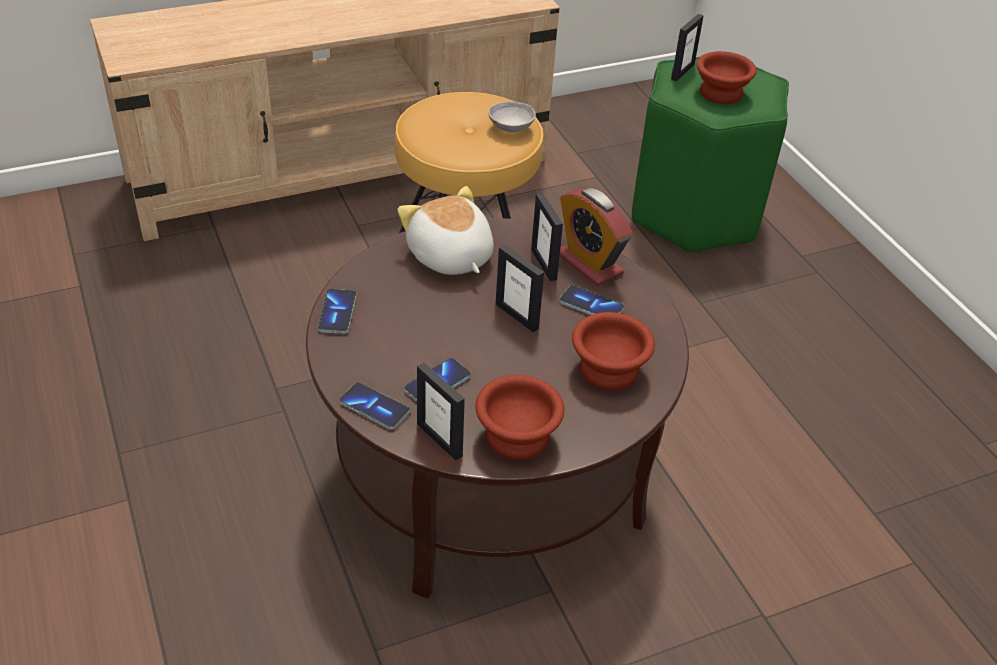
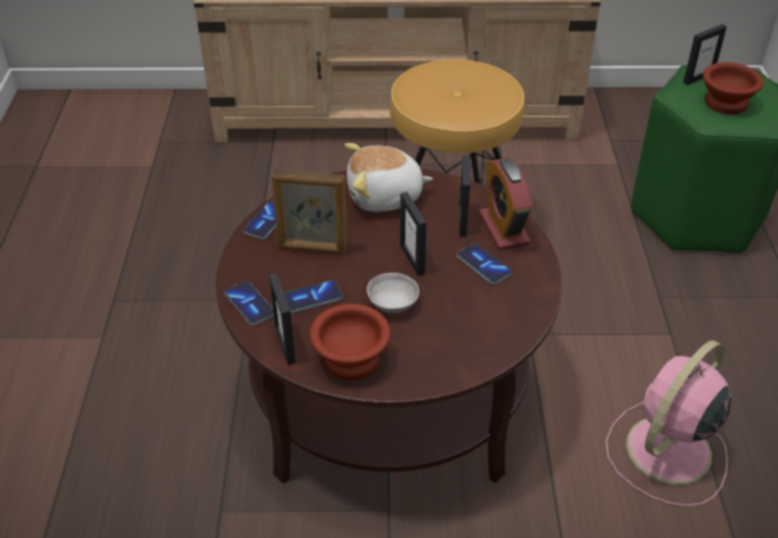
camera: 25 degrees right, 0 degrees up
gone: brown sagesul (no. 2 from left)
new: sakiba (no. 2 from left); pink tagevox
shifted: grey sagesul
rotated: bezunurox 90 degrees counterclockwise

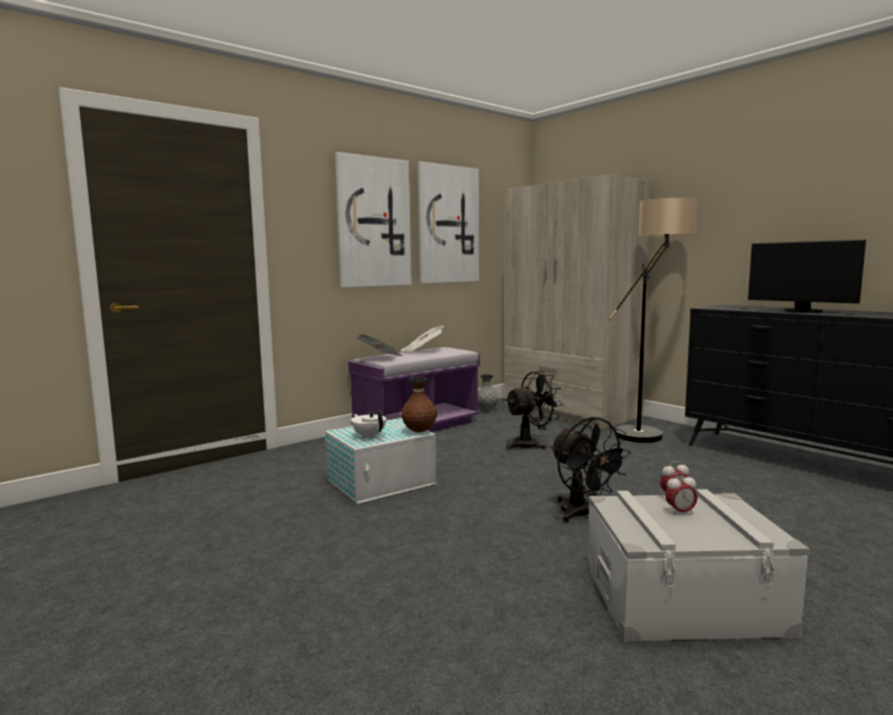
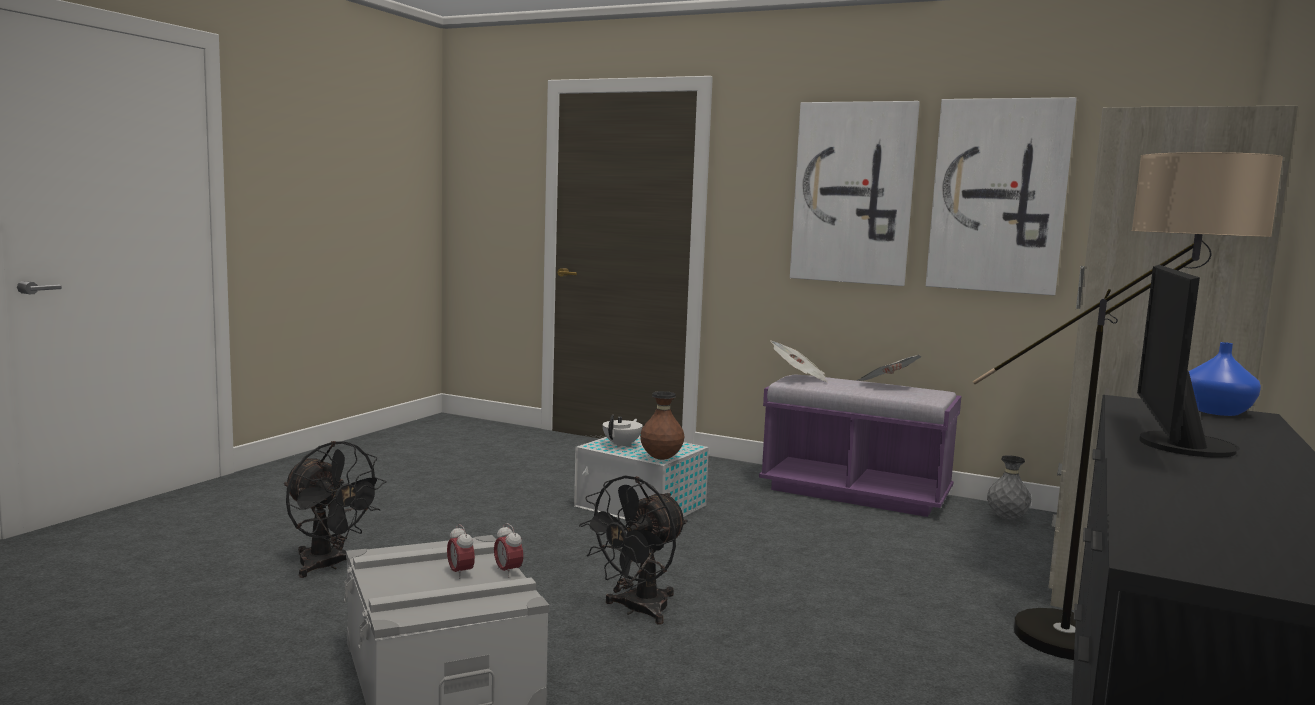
camera: 65 degrees right, 0 degrees up
new: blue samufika
shifted: black tagevox (no. 1 from left)

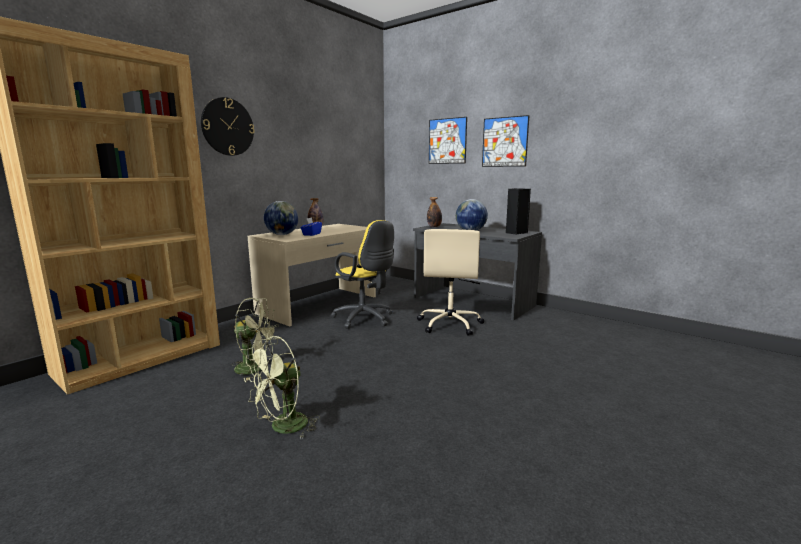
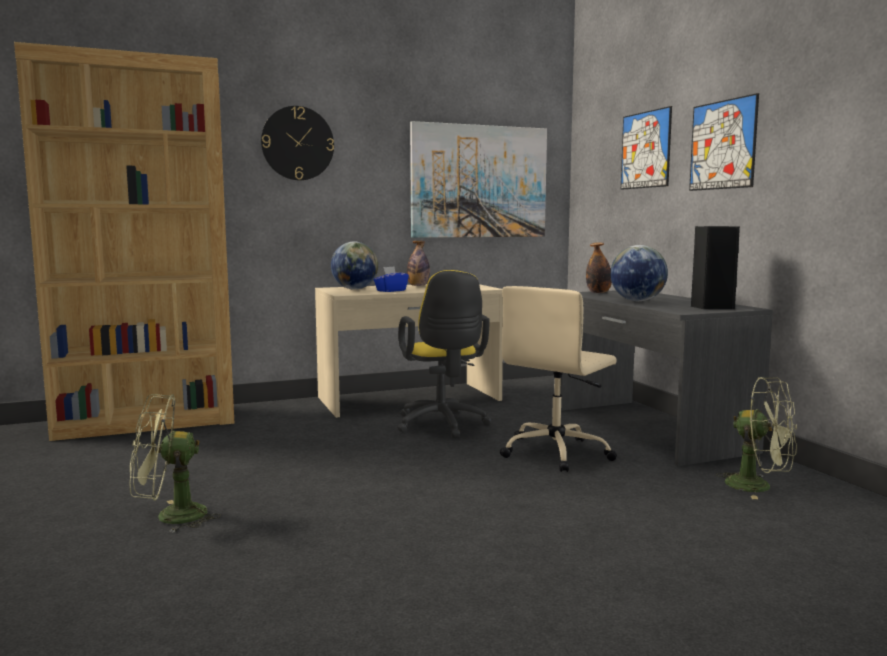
camera: 30 degrees right, 5 degrees down
new: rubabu (no. 1 from left)
shifted: green tagevox (no. 1 from left in the first image) to green tagevox (no. 2 from left)

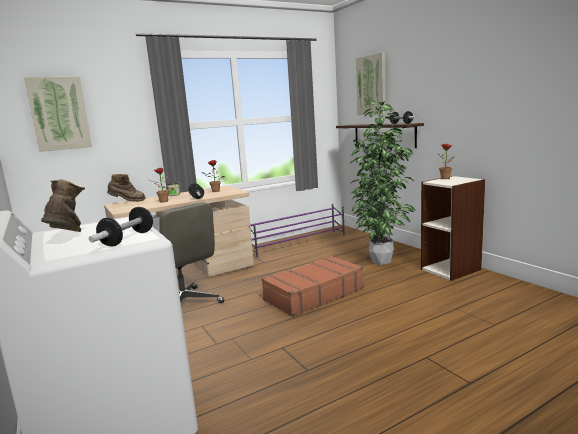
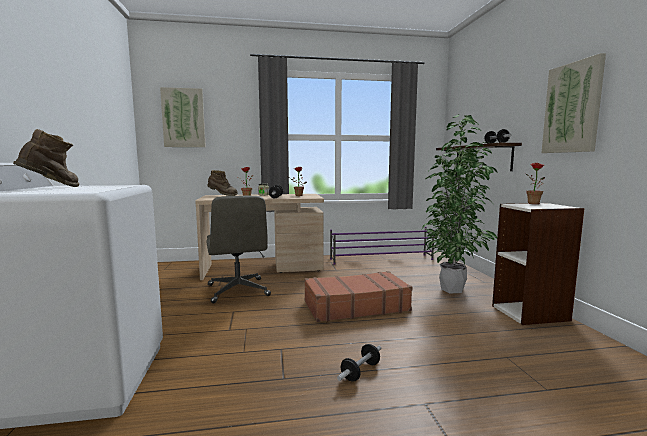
camera: 20 degrees right, 5 degrees down
shifted: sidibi (no. 1 from left in the first image) to sidibi (no. 2 from left); rubabu (no. 2 from left)

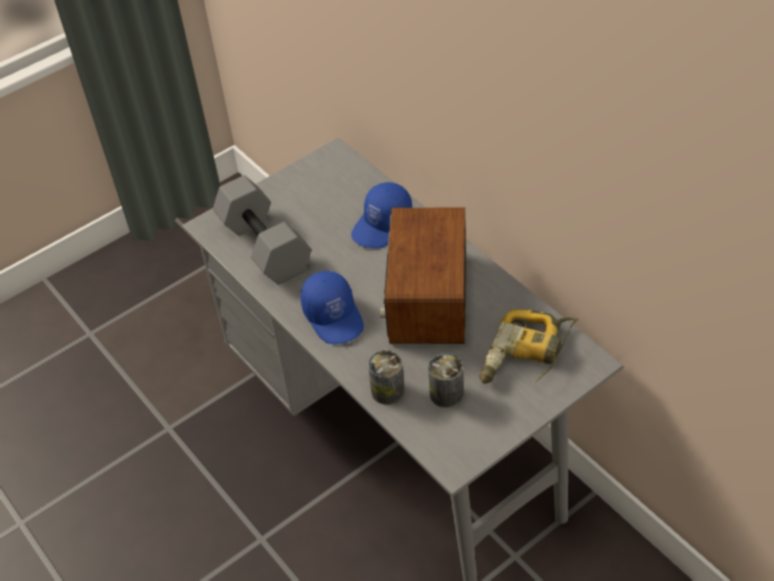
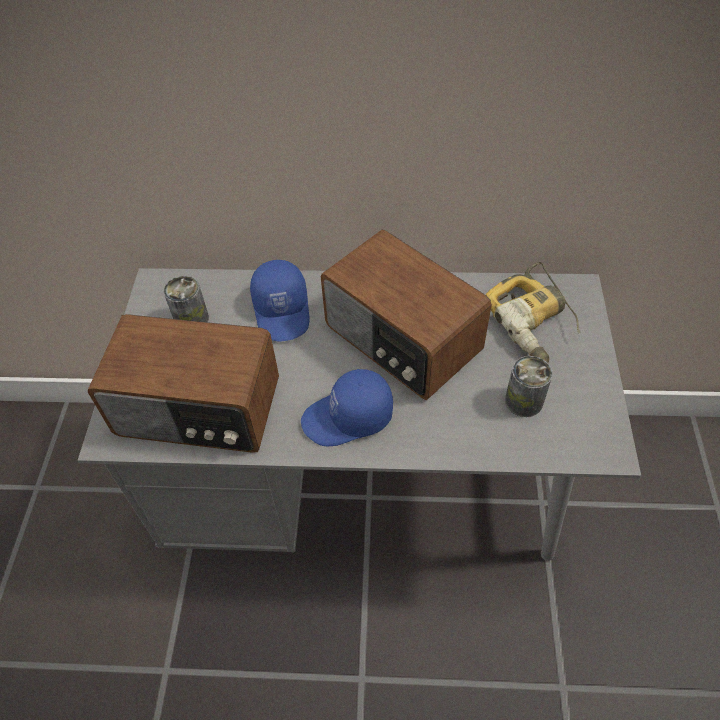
camera: 50 degrees left, 5 degrees up
shifted: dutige (no. 1 from left)
swapped: grey sidibi to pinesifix (no. 1 from left)
rotated: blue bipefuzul (no. 1 from left in the first image) 150 degrees clockwise

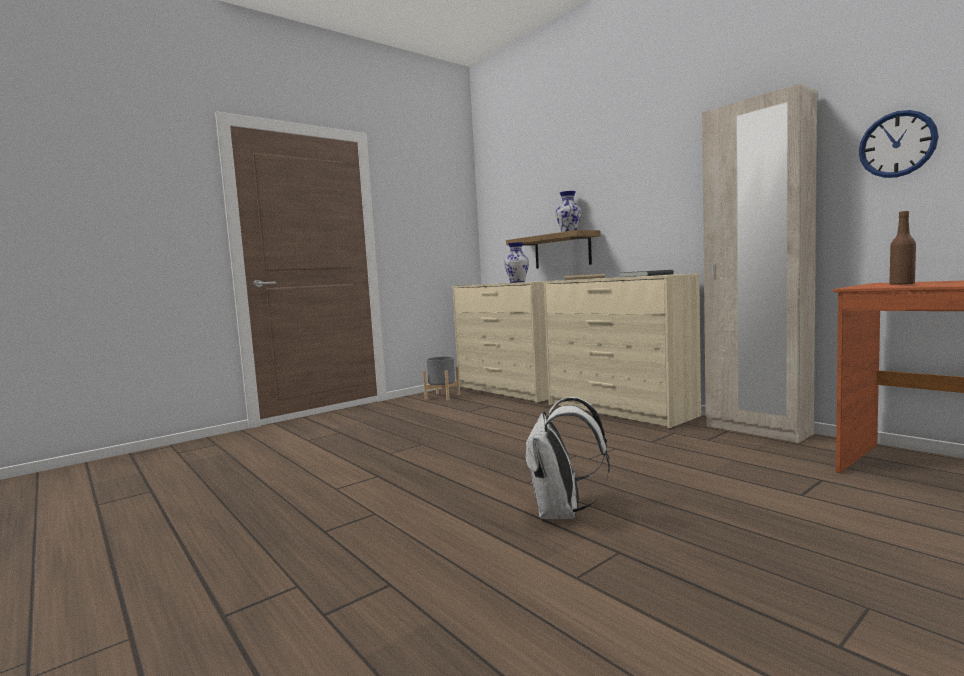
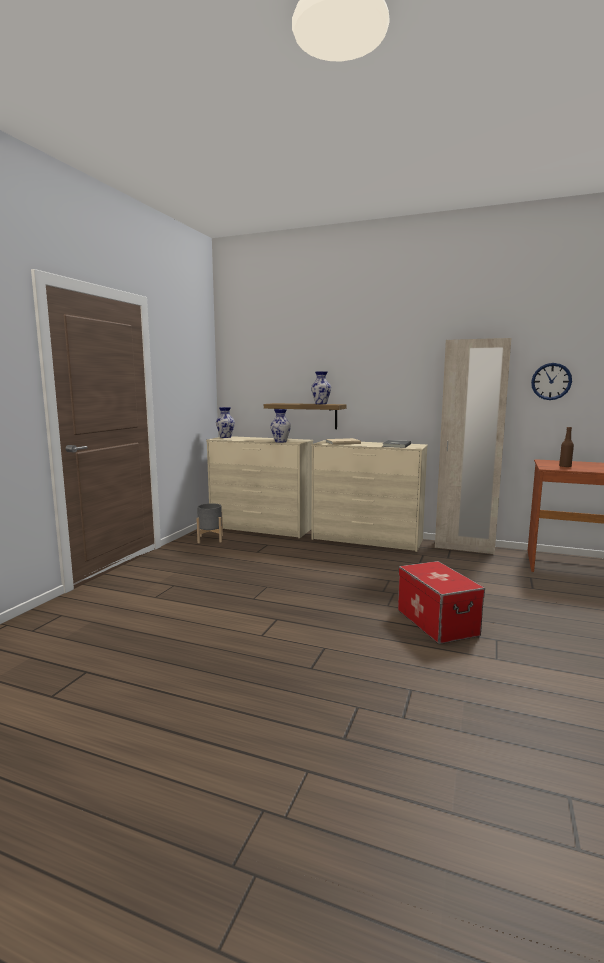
camera: 30 degrees left, 5 degrees up
new: samufika (no. 1 from left)
swapped: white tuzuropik to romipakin

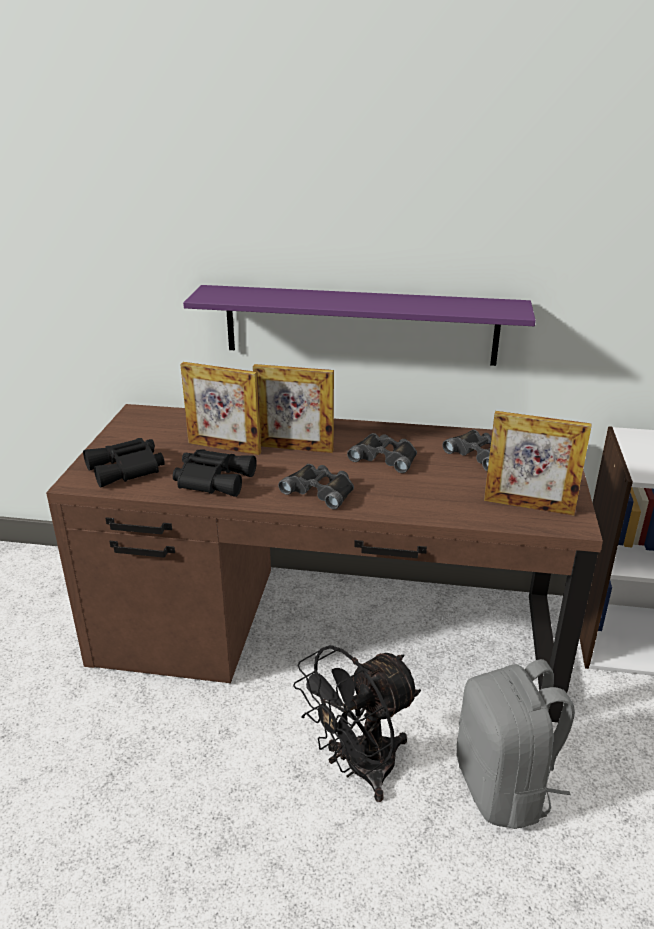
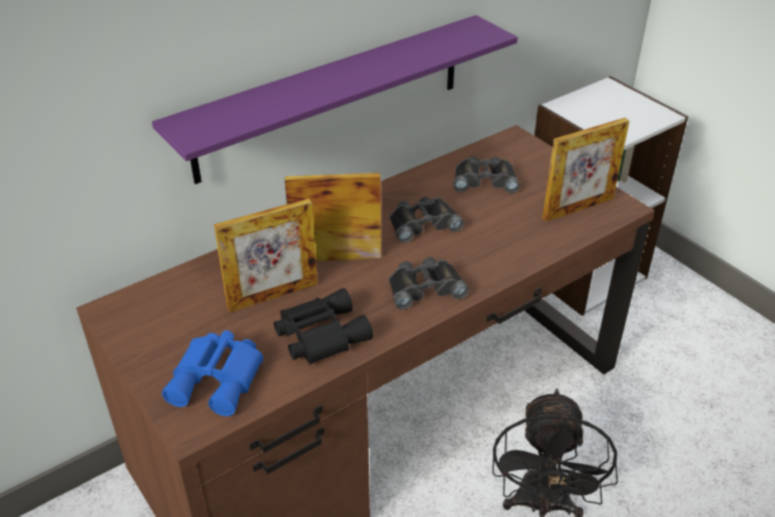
camera: 45 degrees left, 10 degrees up
gone: grey tuzuropik
repainted: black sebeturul (no. 1 from left) to blue sebeturul
rotated: sakiba (no. 2 from left) 150 degrees counterclockwise

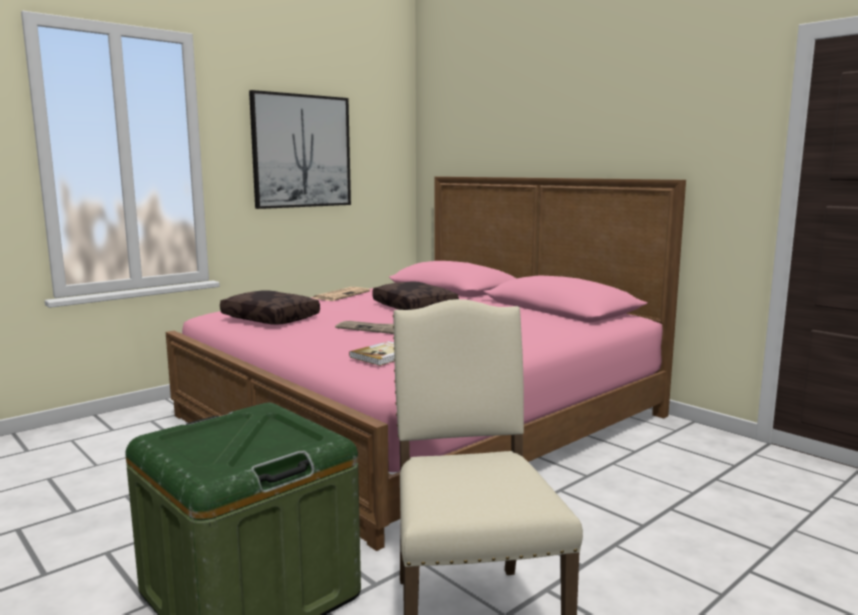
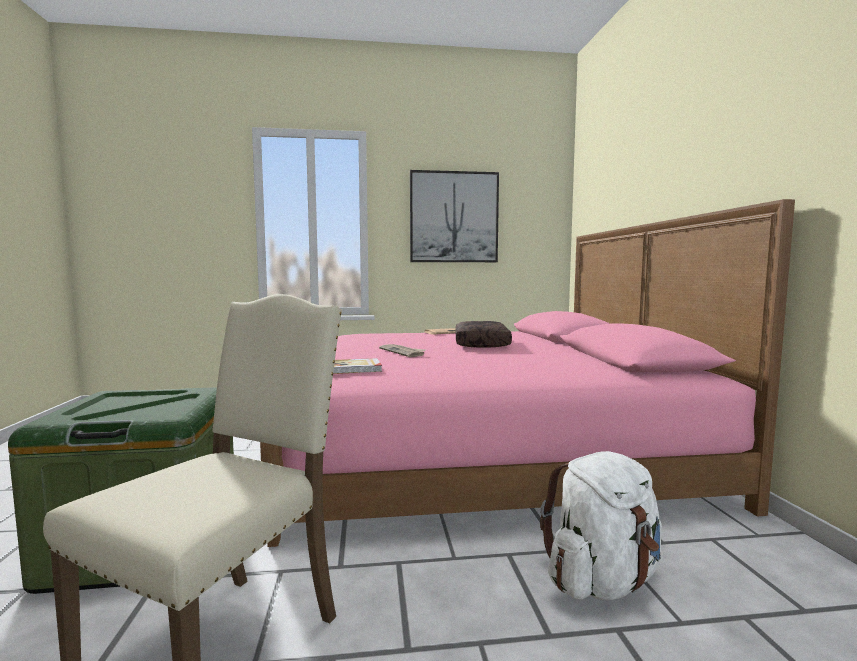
camera: 35 degrees right, 5 degrees down
gone: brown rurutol (no. 1 from left)
new: white tuzuropik

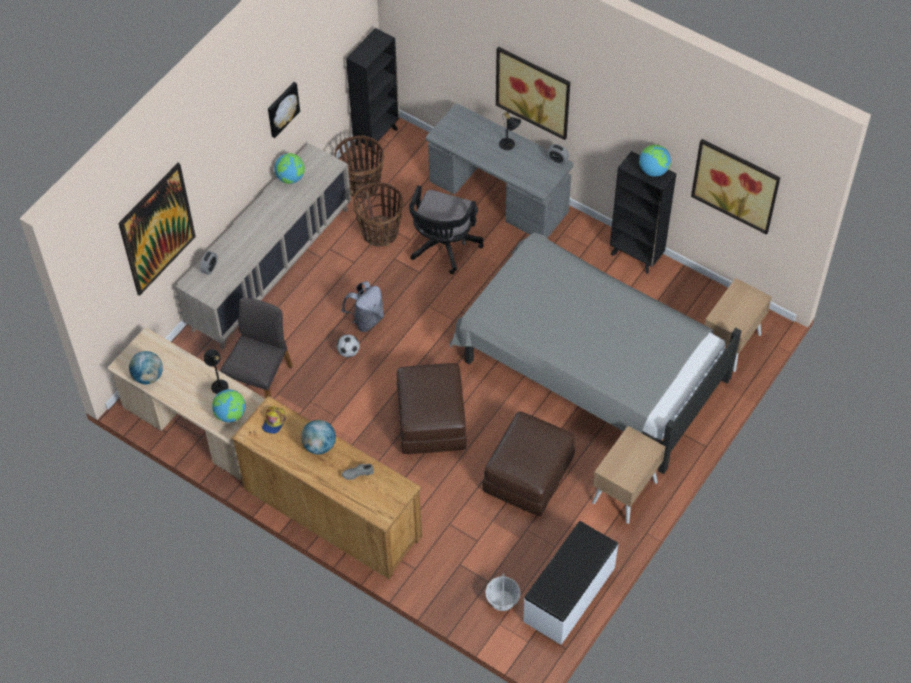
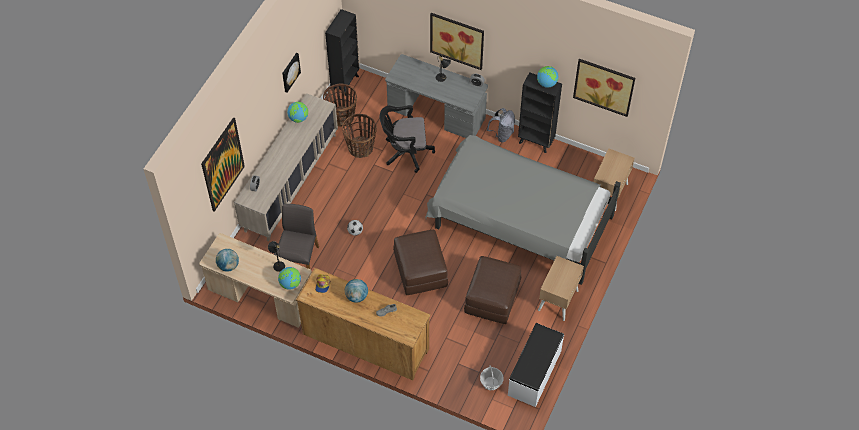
camera: 10 degrees left, 0 degrees up
shifted: grey tuzuropik
rotated: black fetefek 75 degrees clockwise

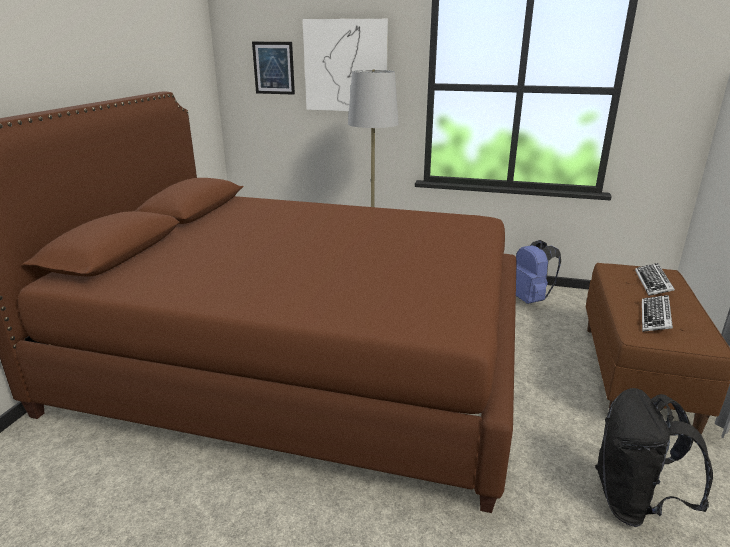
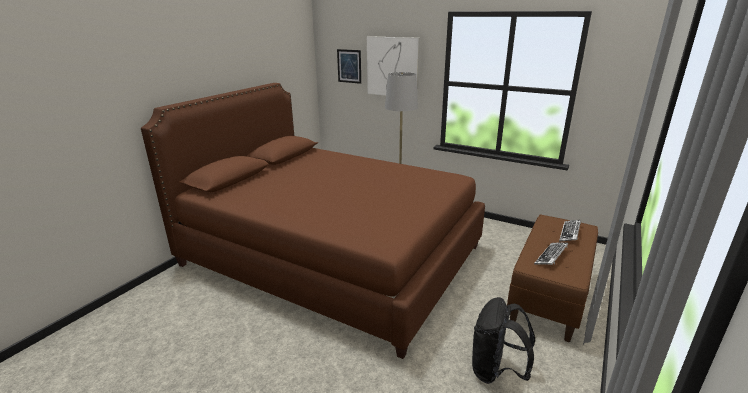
camera: 15 degrees right, 0 degrees up
gone: blue tuzuropik

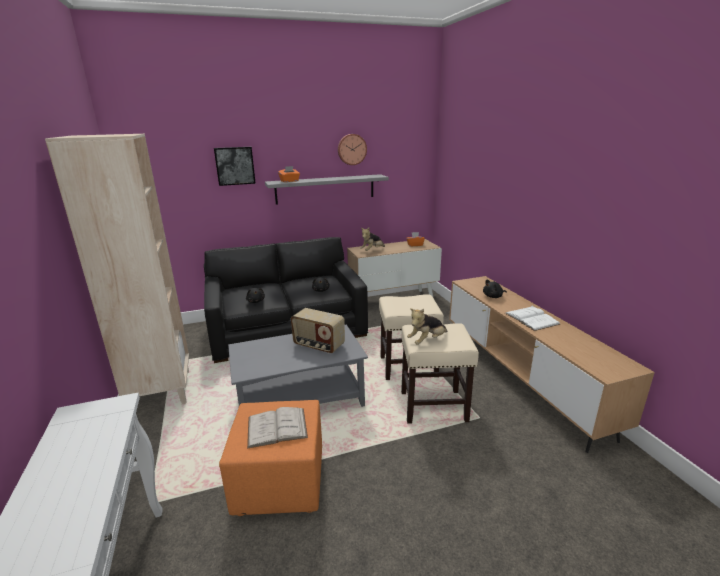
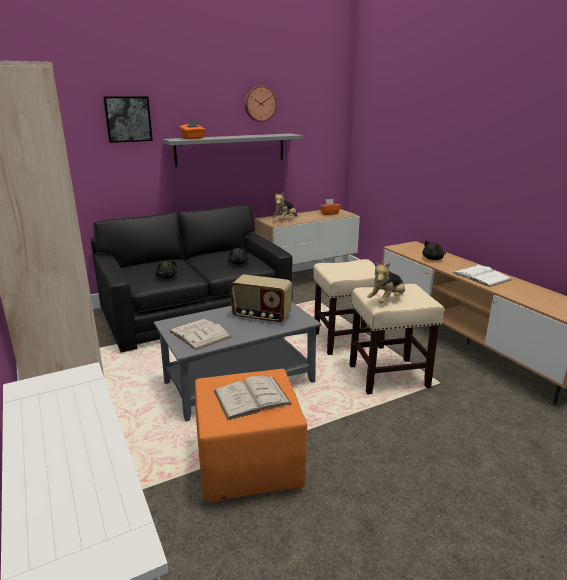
camera: 10 degrees left, 0 degrees up
new: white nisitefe (no. 1 from left)

